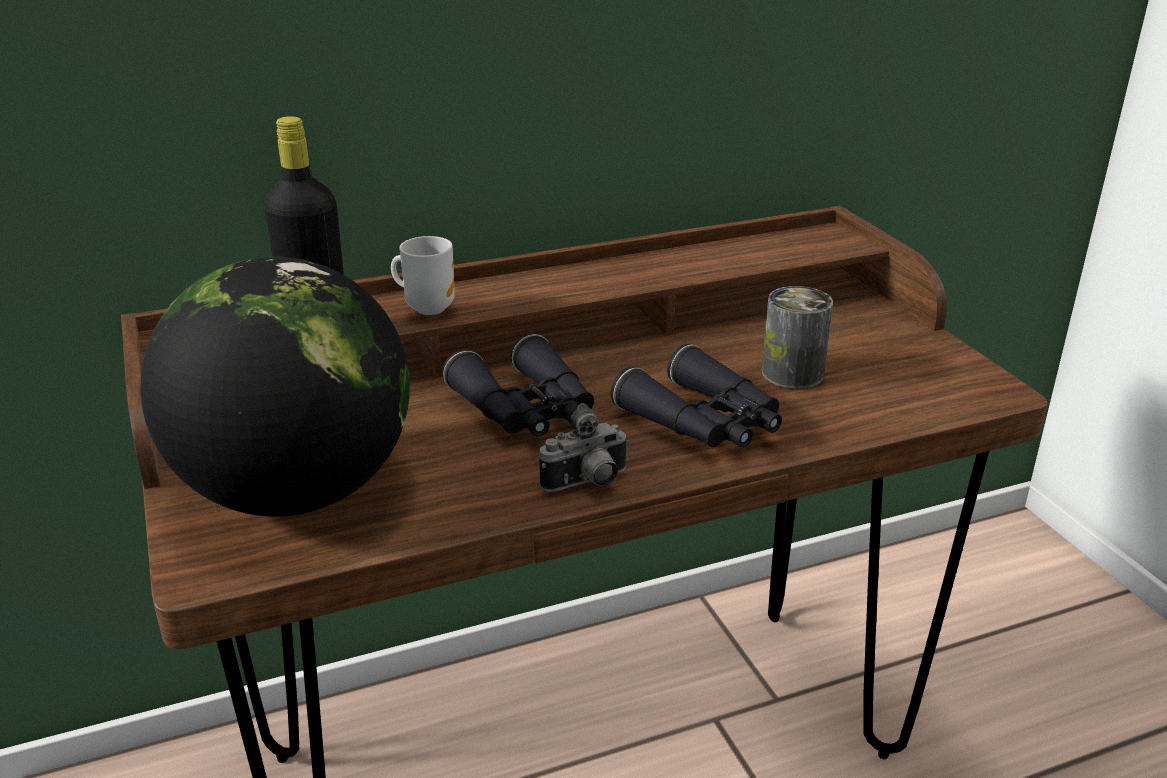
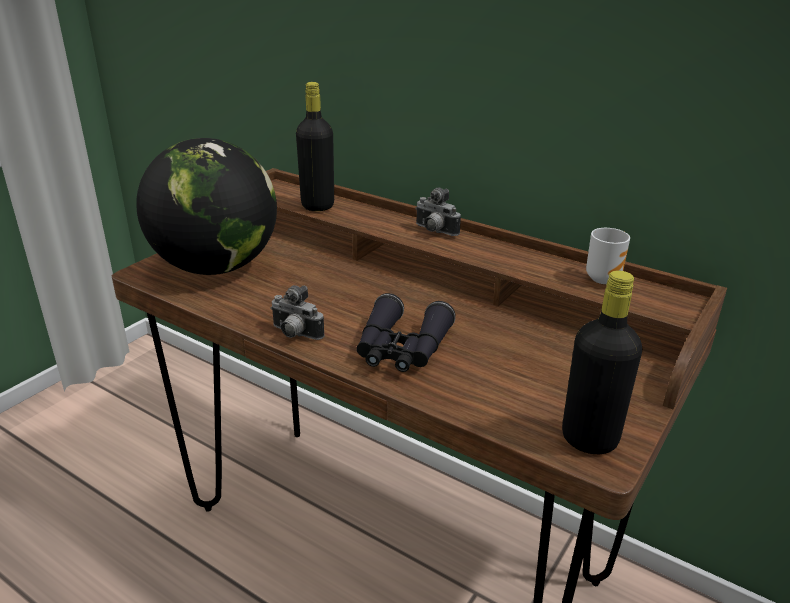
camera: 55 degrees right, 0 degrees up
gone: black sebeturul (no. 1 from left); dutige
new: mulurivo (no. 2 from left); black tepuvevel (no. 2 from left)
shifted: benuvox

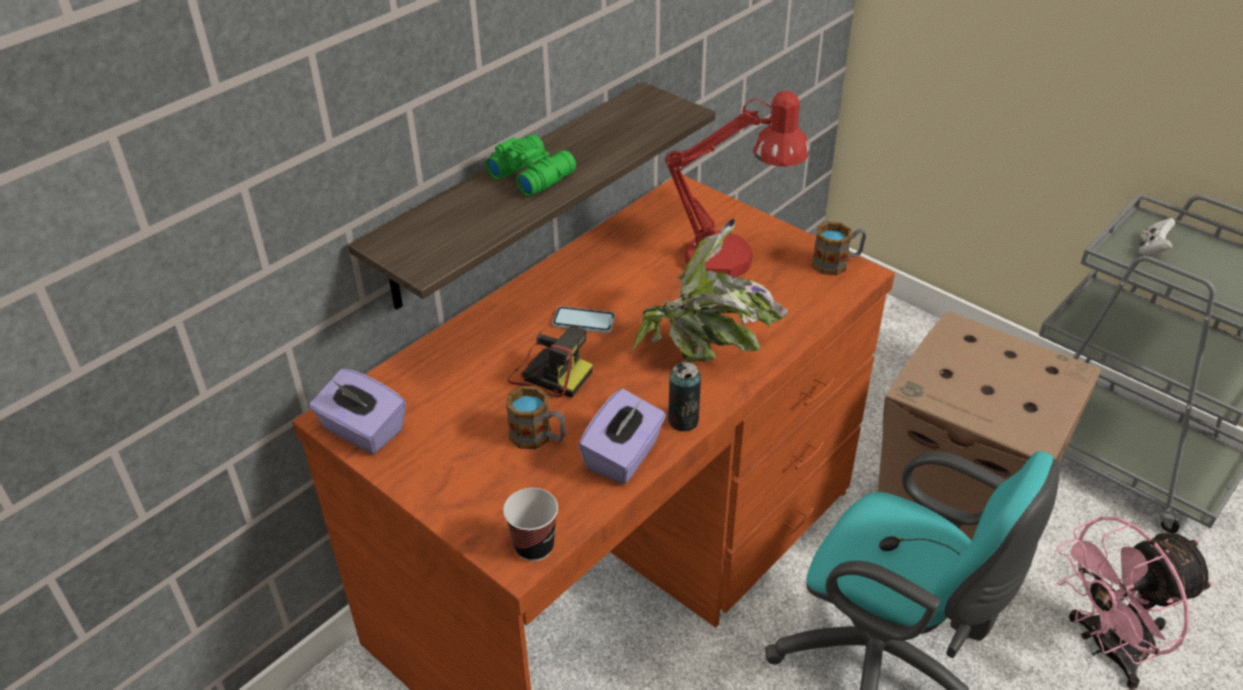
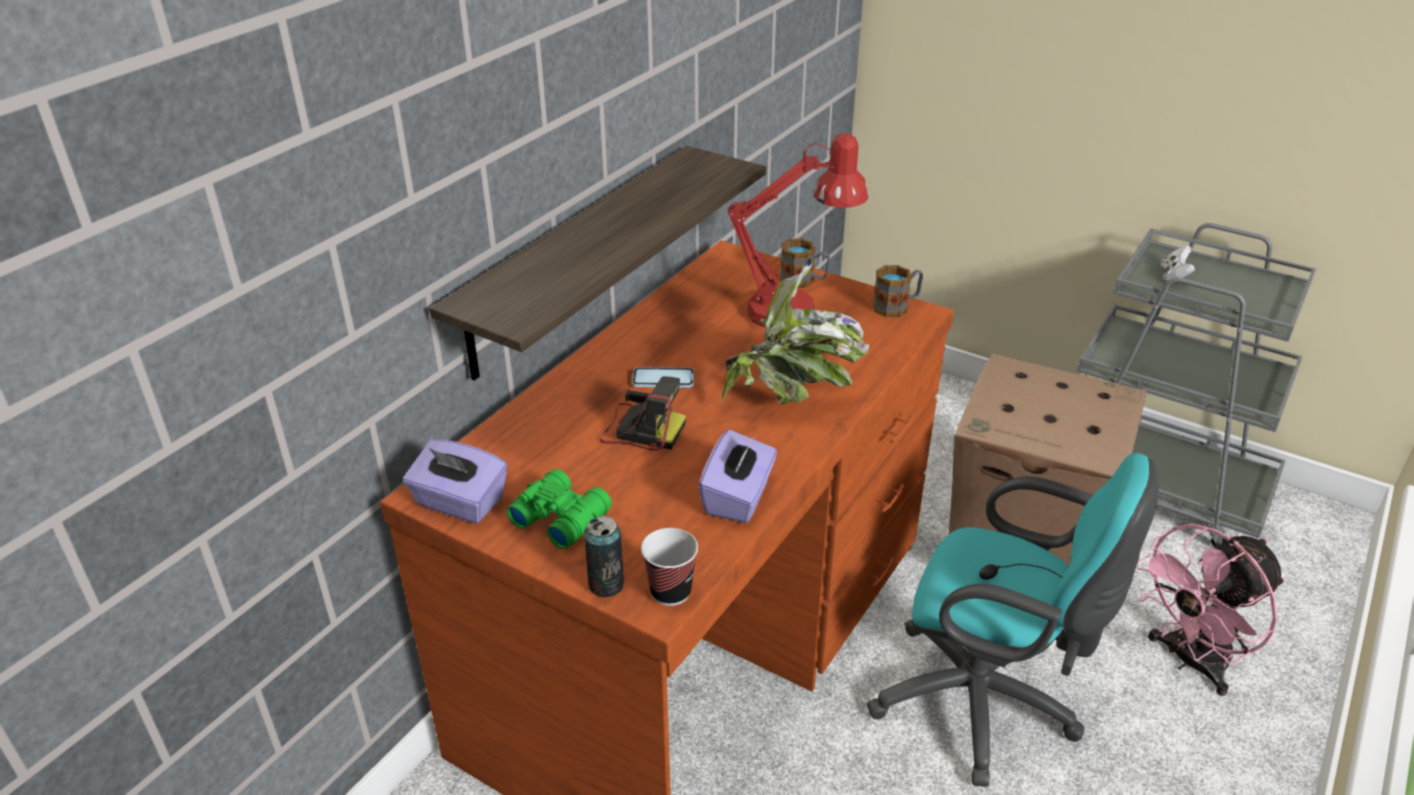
camera: 10 degrees left, 5 degrees down
shifted: green sebeturul; dutige; benuvox (no. 1 from left)

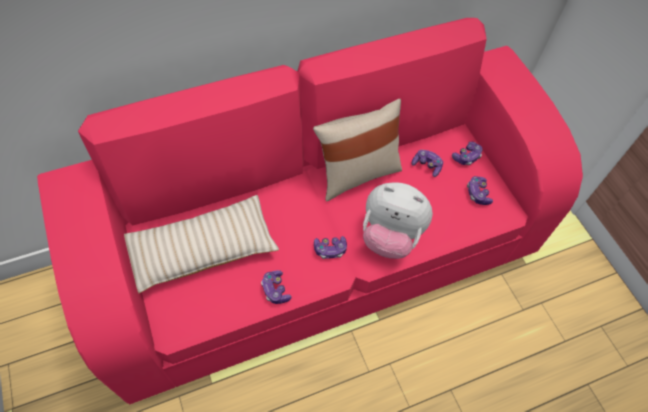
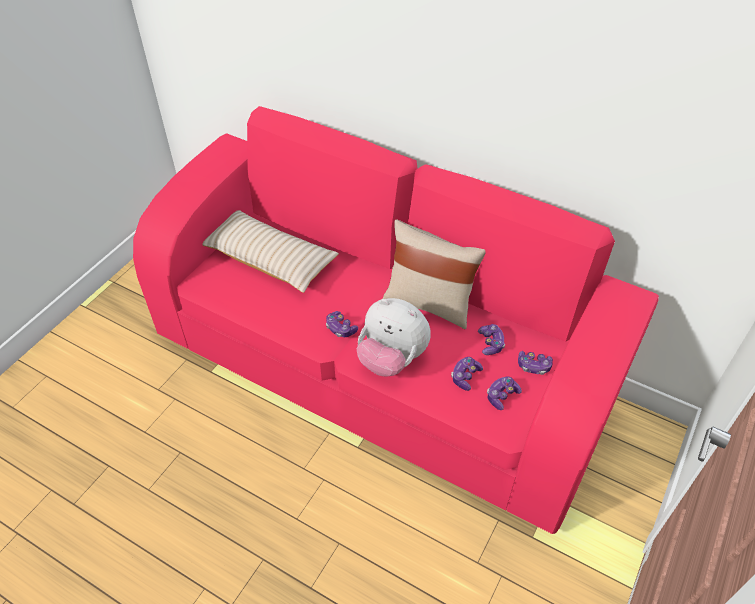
camera: 55 degrees right, 10 degrees down
shifted: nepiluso (no. 1 from left in the first image) to nepiluso (no. 2 from left)
rotated: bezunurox 45 degrees counterclockwise

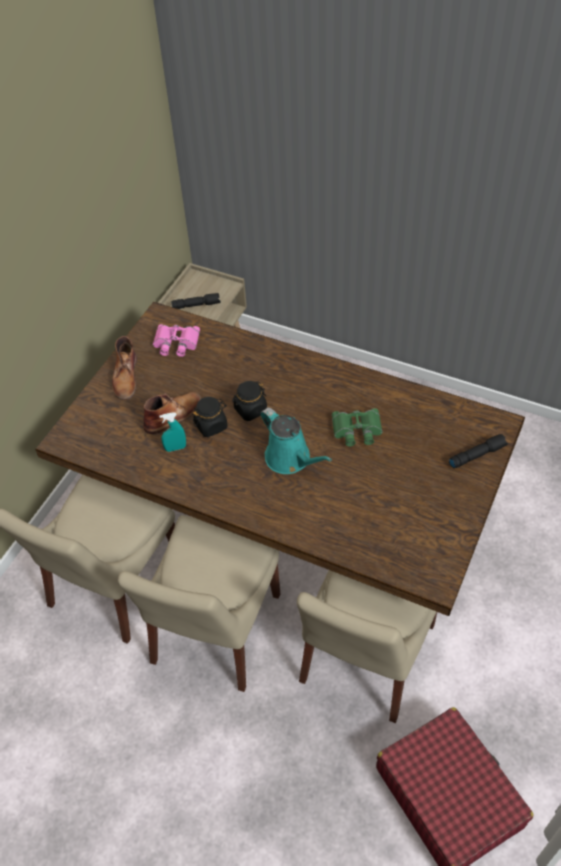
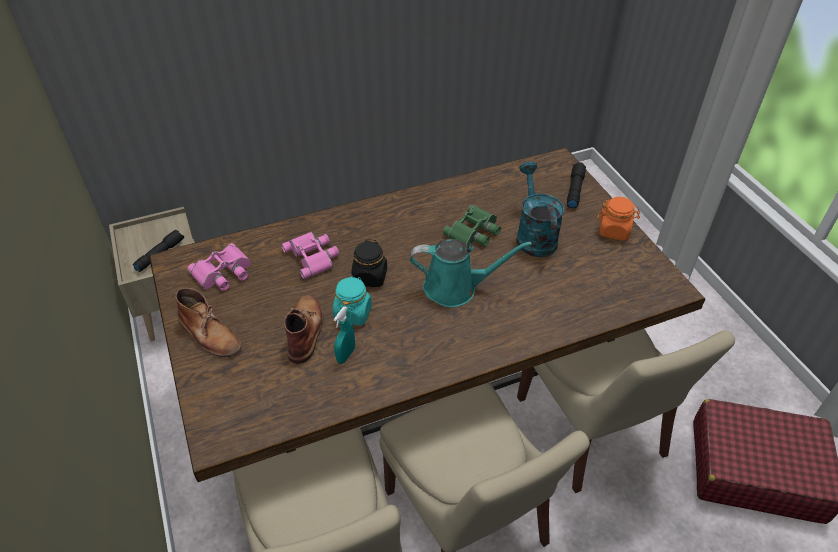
camera: 50 degrees left, 5 degrees down
new: pink sebeturul (no. 2 from left); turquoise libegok (no. 2 from left); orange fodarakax
repainted: black fodarakax (no. 1 from left) to turquoise fodarakax

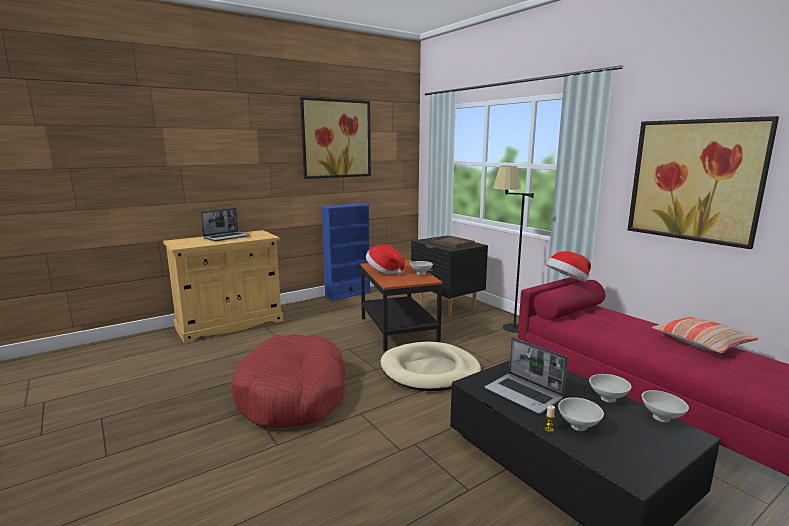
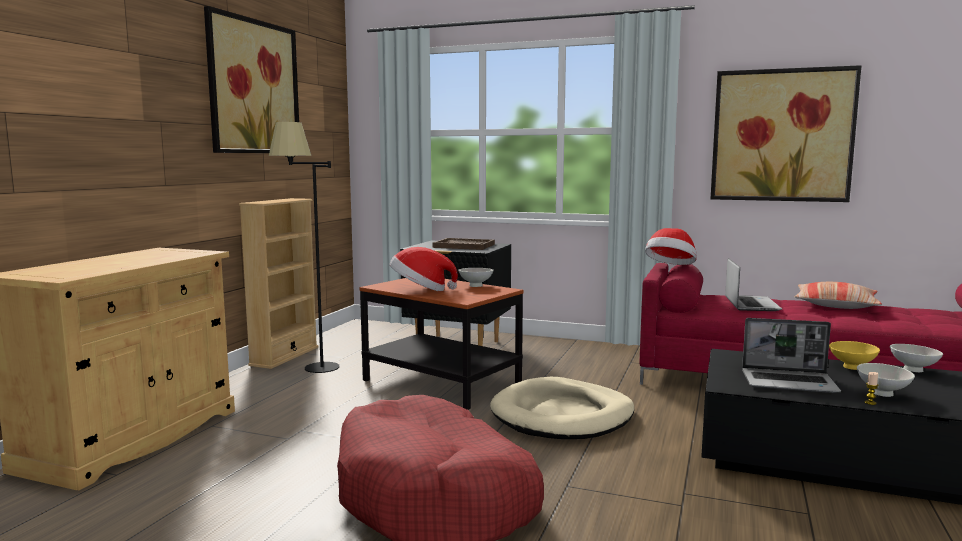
camera: 35 degrees left, 5 degrees down
shifted: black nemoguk; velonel (no. 1 from left)
repainted: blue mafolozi to beige mafolozi; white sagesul (no. 3 from left) to yellow sagesul

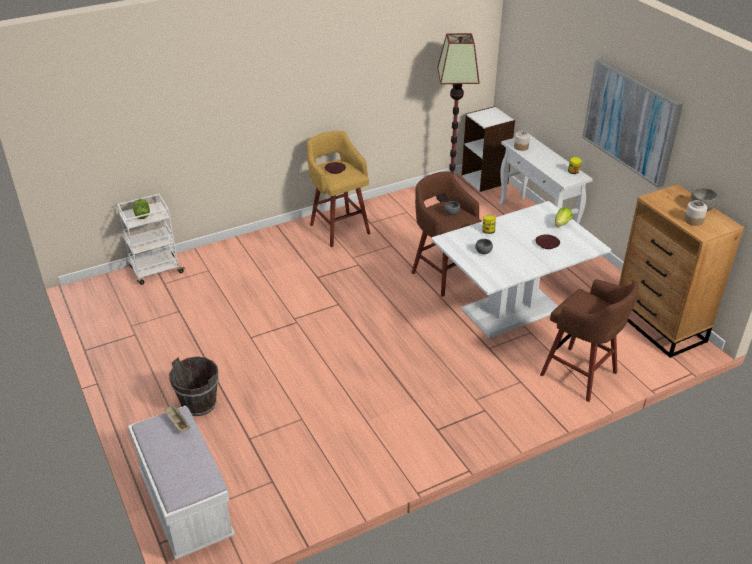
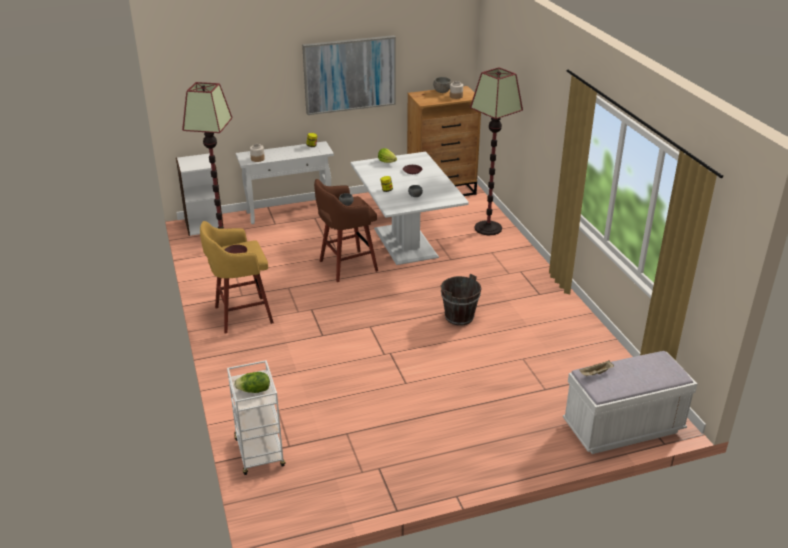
camera: 80 degrees left, 5 degrees down
shifted: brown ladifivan
swapped: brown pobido (no. 2 from left) to nemoguk (no. 2 from left)

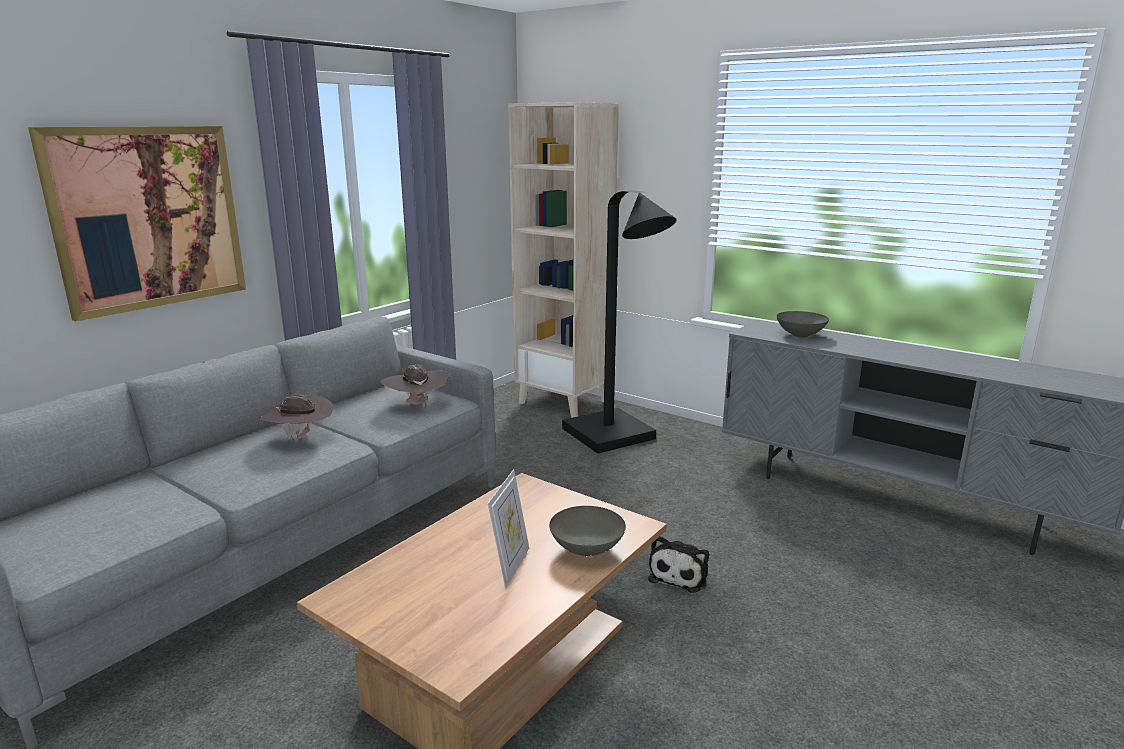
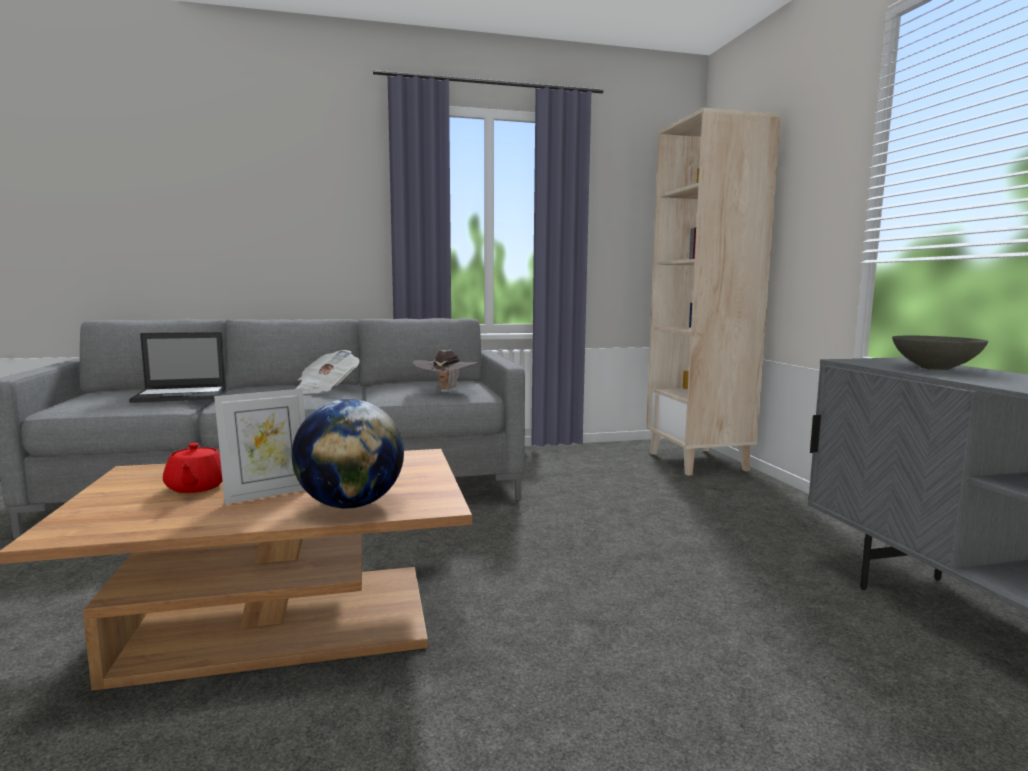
camera: 40 degrees right, 10 degrees down
gone: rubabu; black nemoguk; bezunurox
new: velonel; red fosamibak
swapped: grey sagesul (no. 1 from left) to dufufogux; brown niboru (no. 1 from left) to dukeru

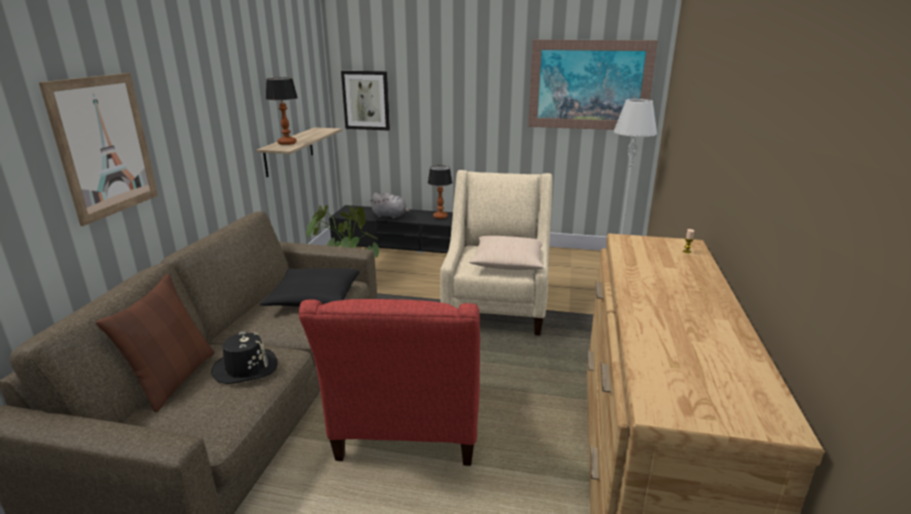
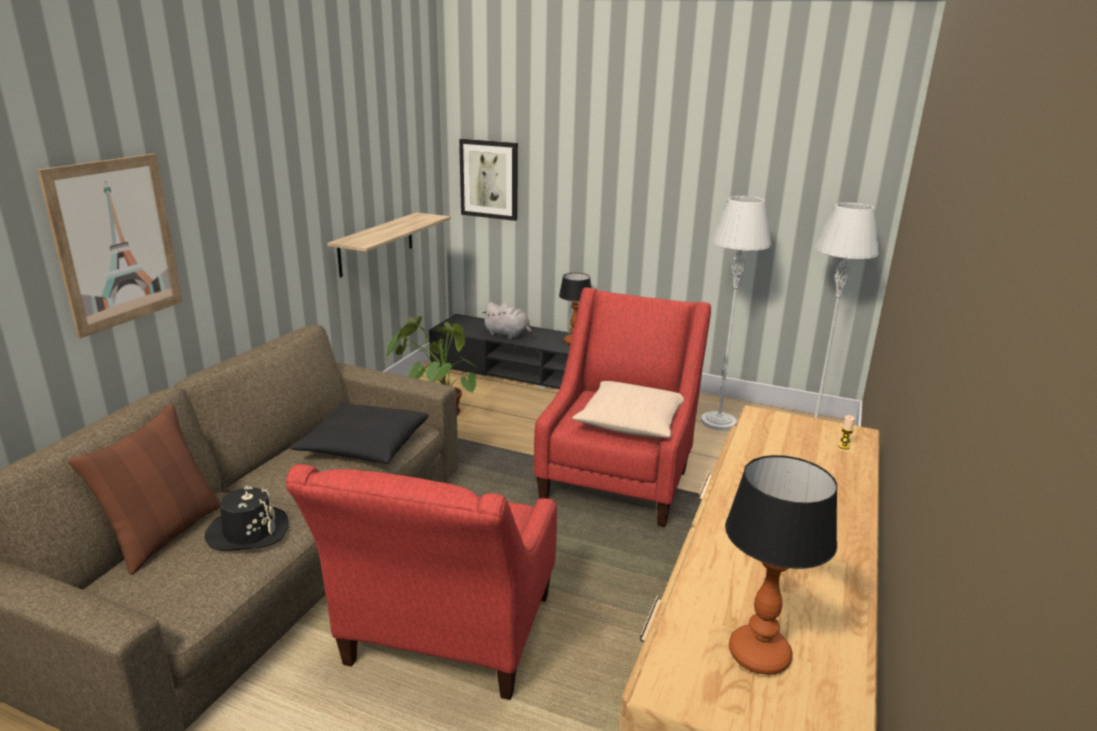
camera: 10 degrees right, 0 degrees up
gone: rubabu (no. 3 from left)
new: grey nemoguk (no. 1 from left)
shifted: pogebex (no. 1 from left in the first image) to pogebex (no. 2 from left)
repainted: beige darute to red darute (no. 2 from left)

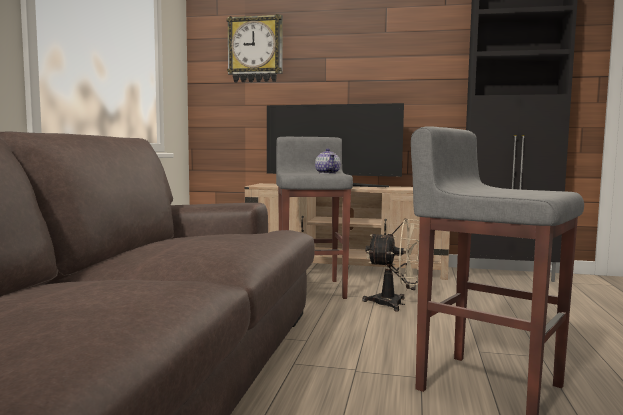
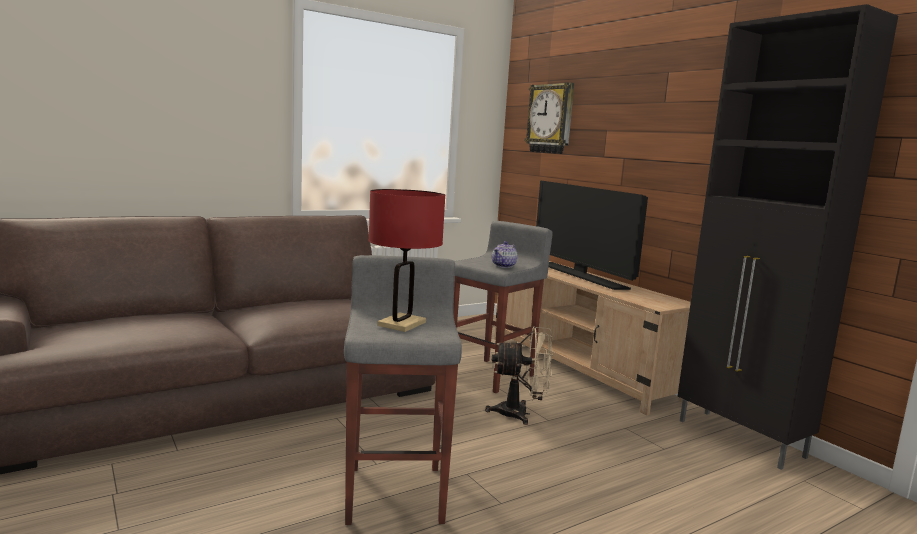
camera: 45 degrees right, 5 degrees up
new: red pogebex
rotated: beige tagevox 60 degrees counterclockwise

